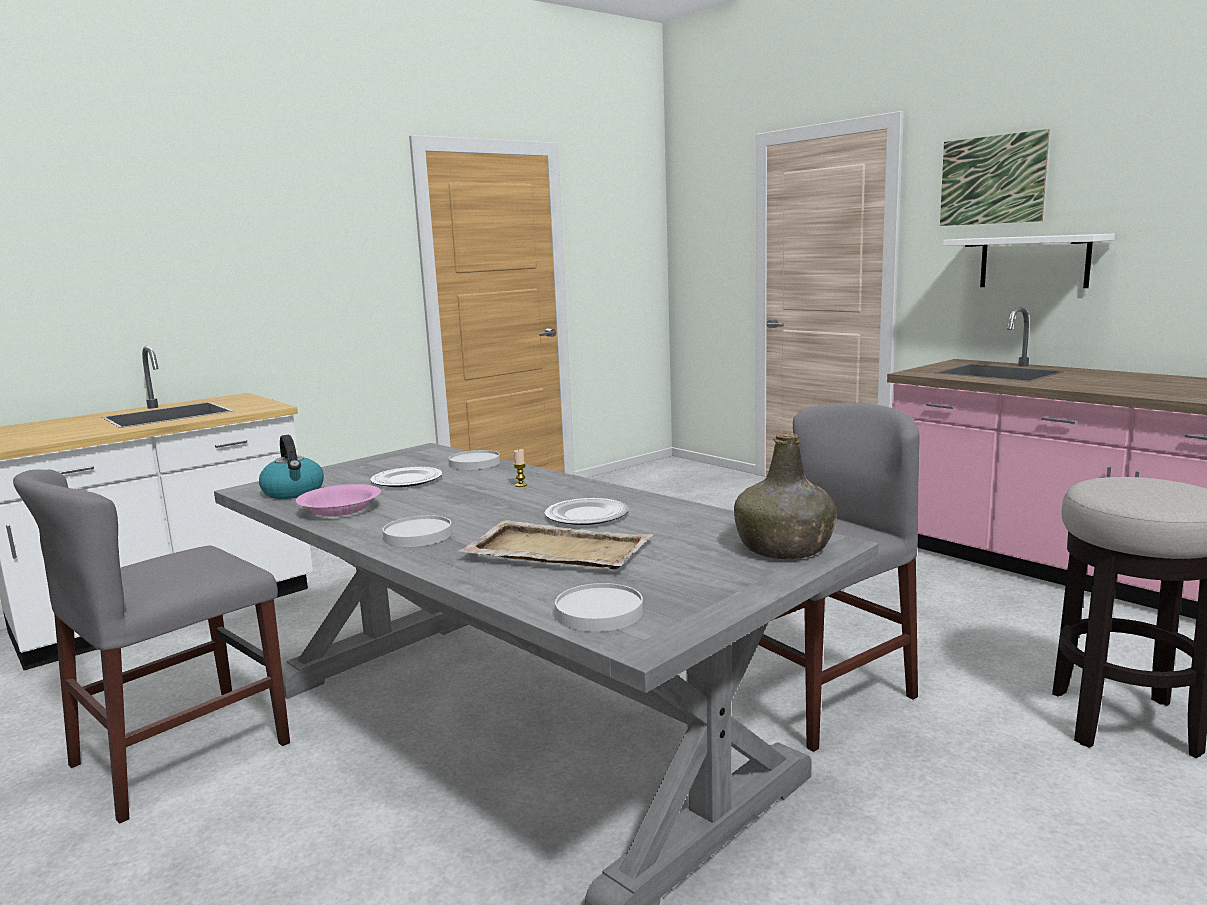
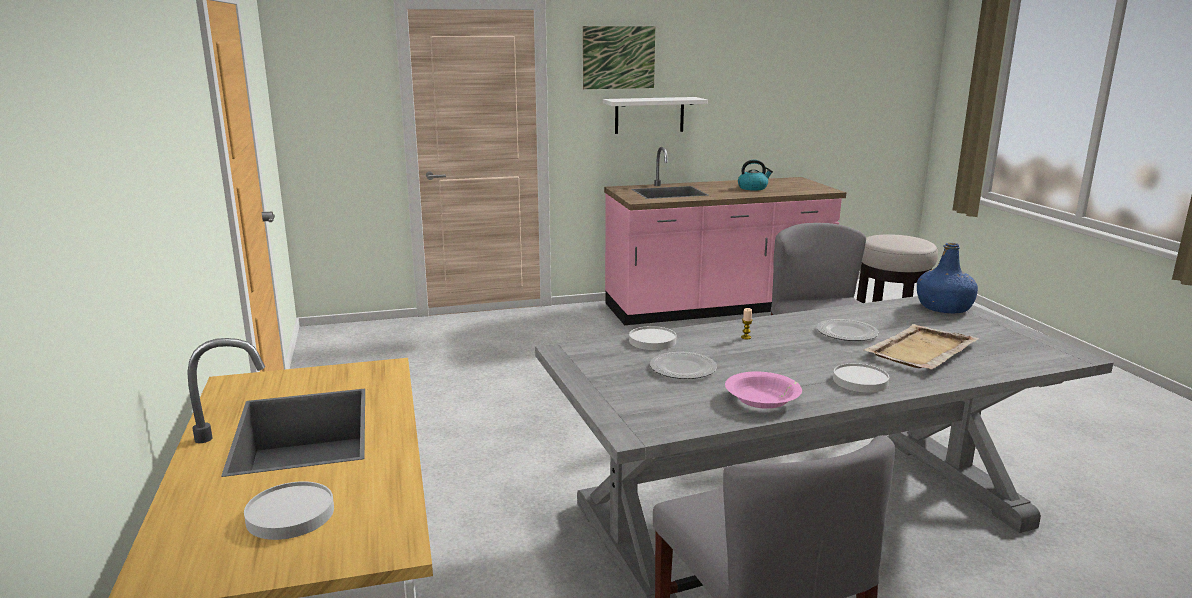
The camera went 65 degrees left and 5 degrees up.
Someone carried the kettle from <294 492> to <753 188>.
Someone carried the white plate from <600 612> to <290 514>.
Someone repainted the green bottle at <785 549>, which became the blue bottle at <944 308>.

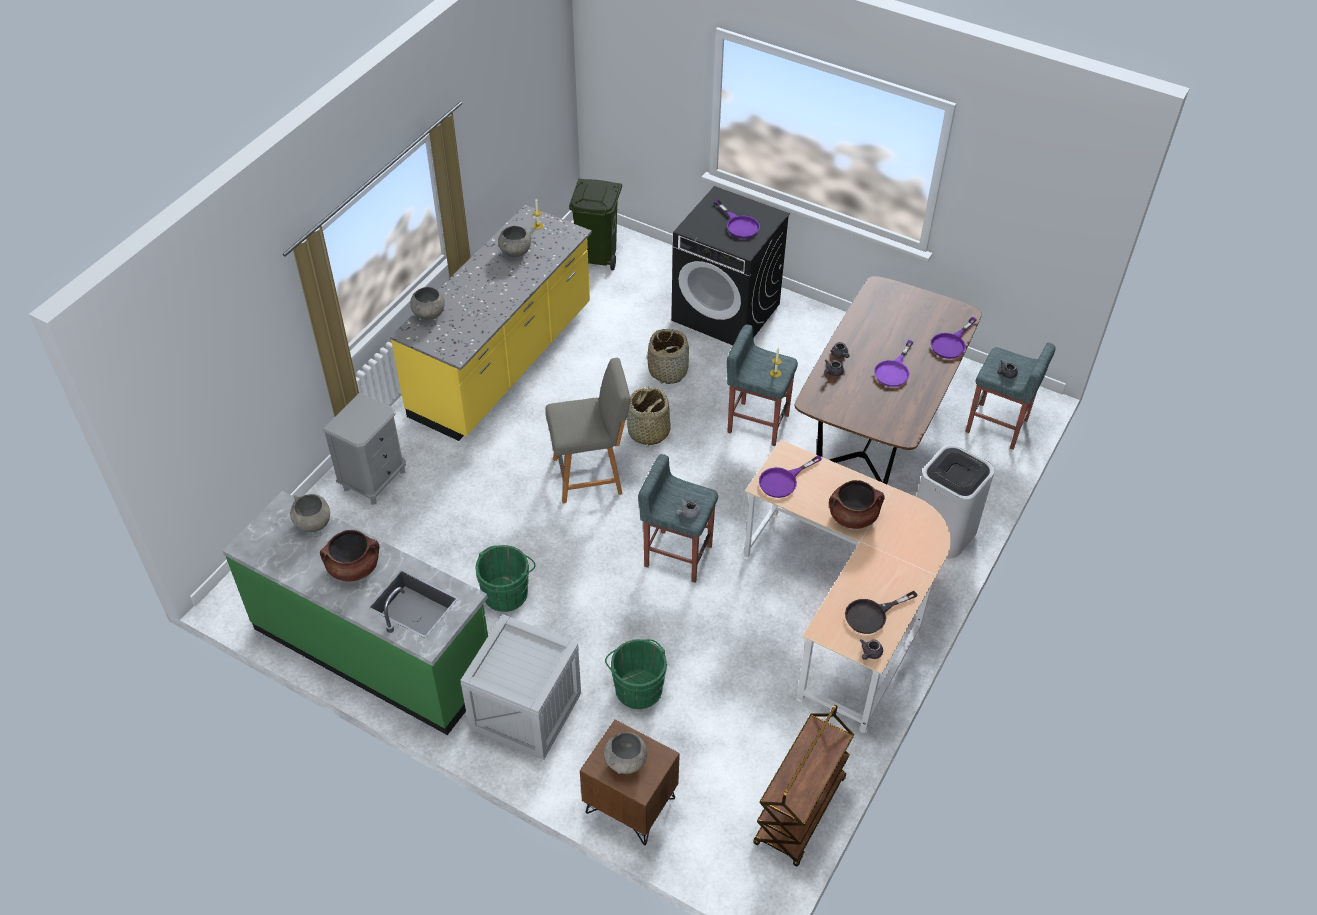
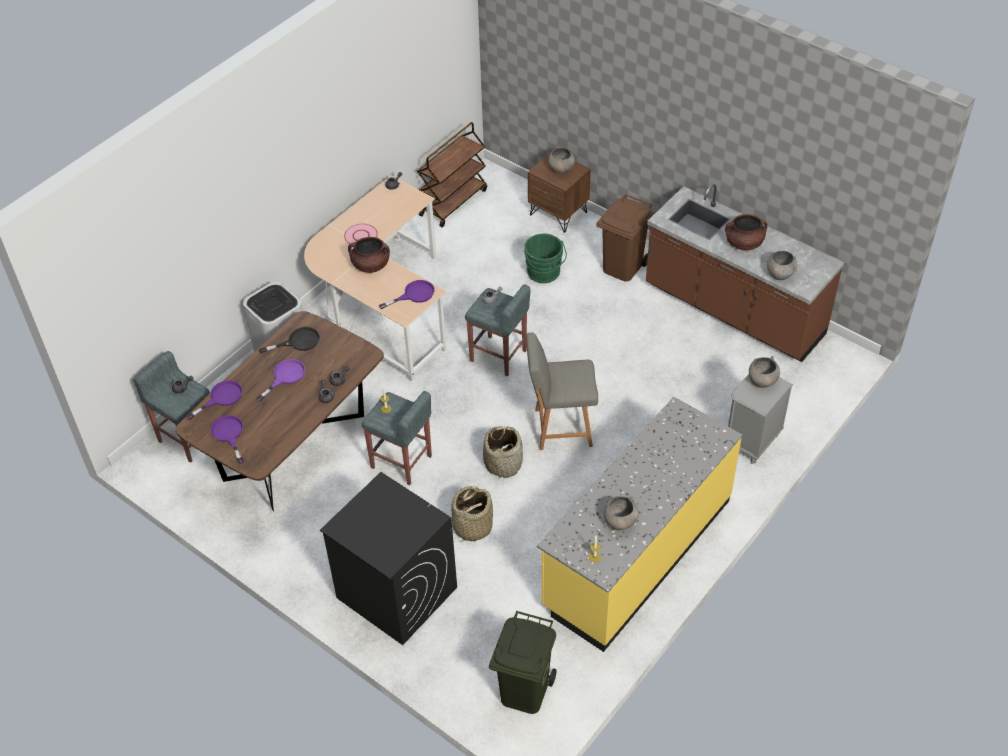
The camera went 170 degrees left and 0 degrees up.
Someone took away the green bucket at <507 592>.
Someone put down the pink plate at <360 236>.
Someone carried the grey bowl from <429 314> to <762 381>.
Someone carried the purple frying pan from <739 225> to <229 435>.
Someone carried the black frying pan from <872 615> to <298 342>.
Someone swapped the crate at <527 710> for the brown trash can at <622 266>.
Someone repainted the green counter at <374 650>, which became the brown counter at <733 312>.

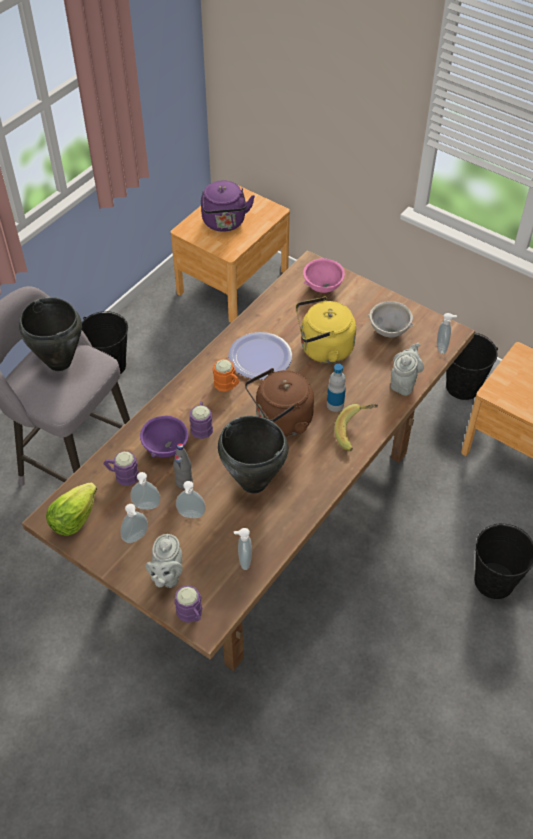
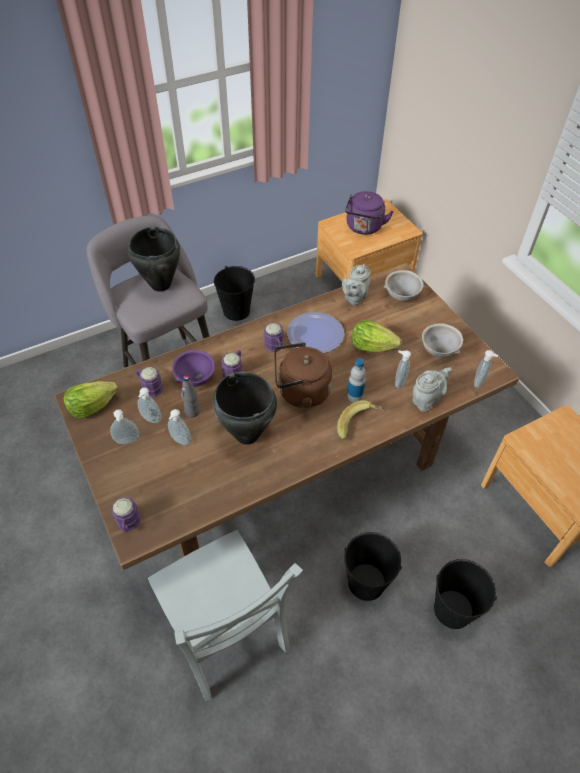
The camera went 25 degrees right and 0 degrees up.
Someone put down the grey chair at <227 635>.
Someone carried the grey teapot from <167 575> to <354 298>.
Someone carried the soap dispenser from <243 561> to <399 382>.
Someone carried the black bucket from <463 387> to <366 583>.
Someone swapped the yellow kettle at <323 349> for the lettuce at <372 346>.
Someone repainted the orange mug at <227 385>, which became the purple mug at <275 347>.
Someone repainted the pink bowl at <323 287>, which became the grey bowl at <402 296>.

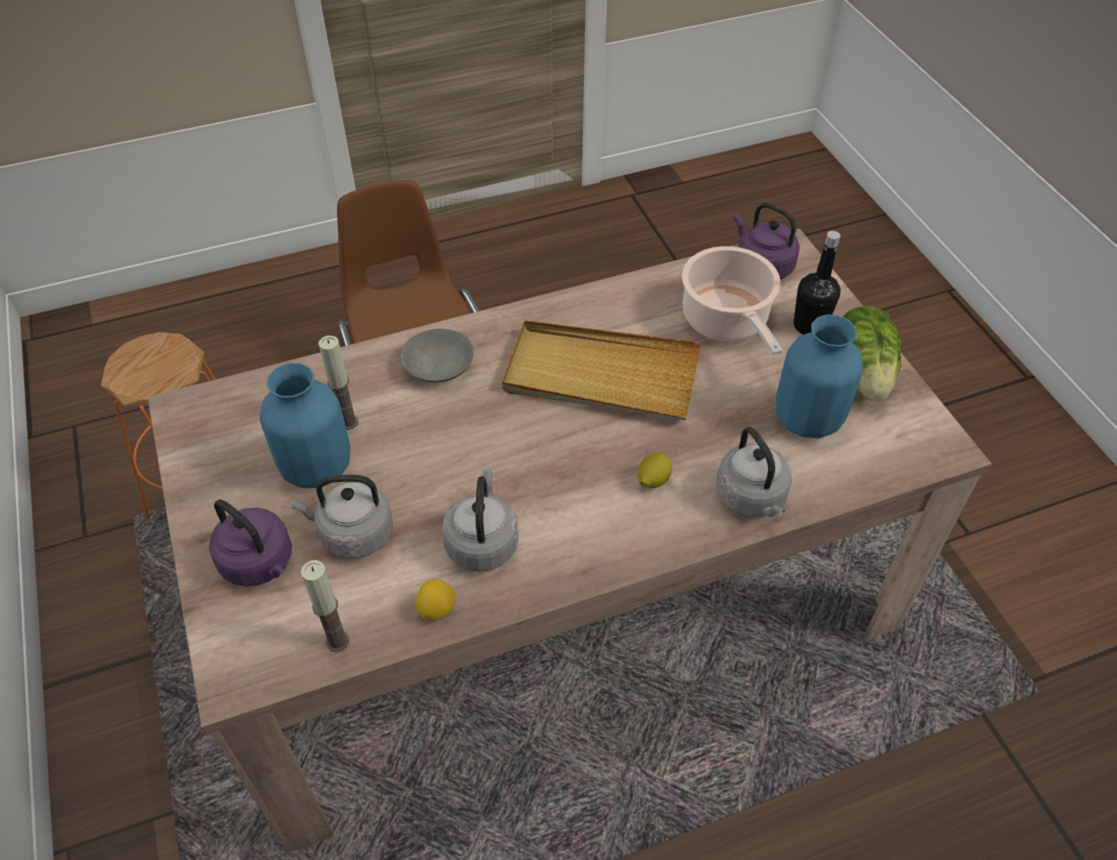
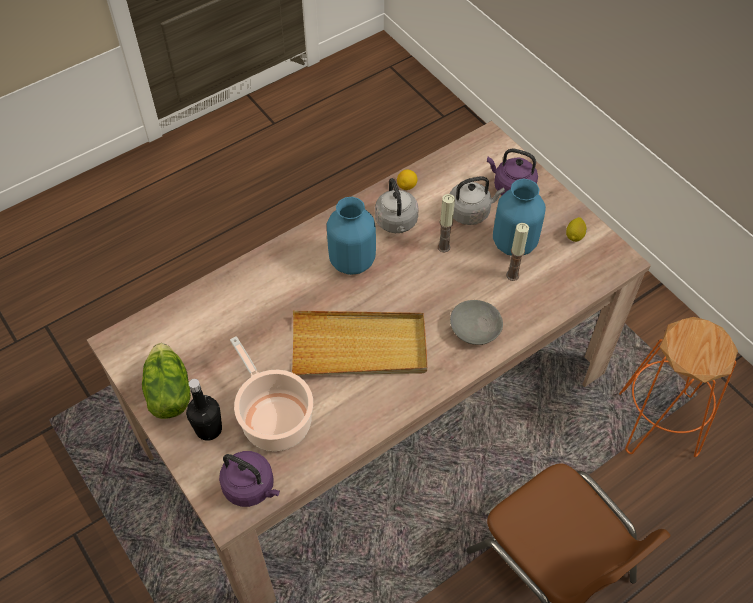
The camera went 165 degrees right and 5 degrees up.
Someone took away the grey kettle at <752 498>.
Someone carried the candle from <337 641> to <444 247>.
Someone carried the lemon from <652 480> to <574 236>.
Someone carried the blue vase from <809 419> to <351 261>.

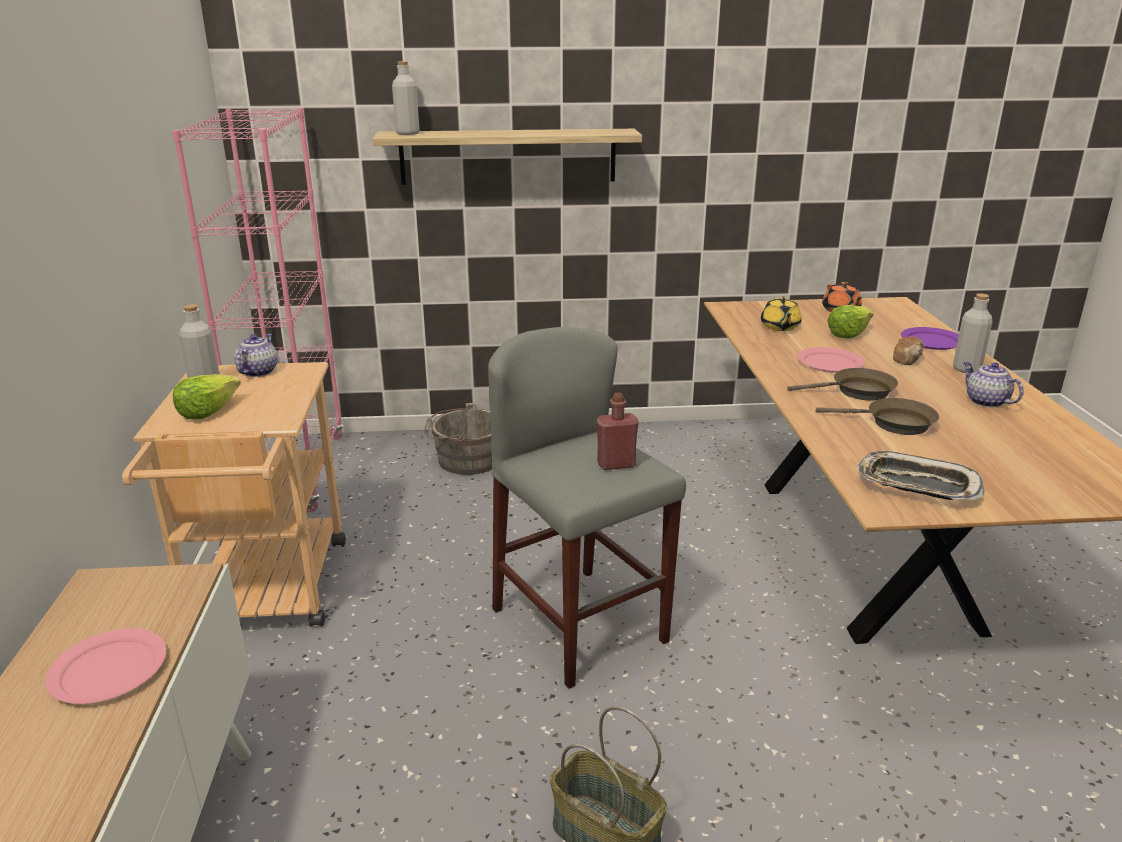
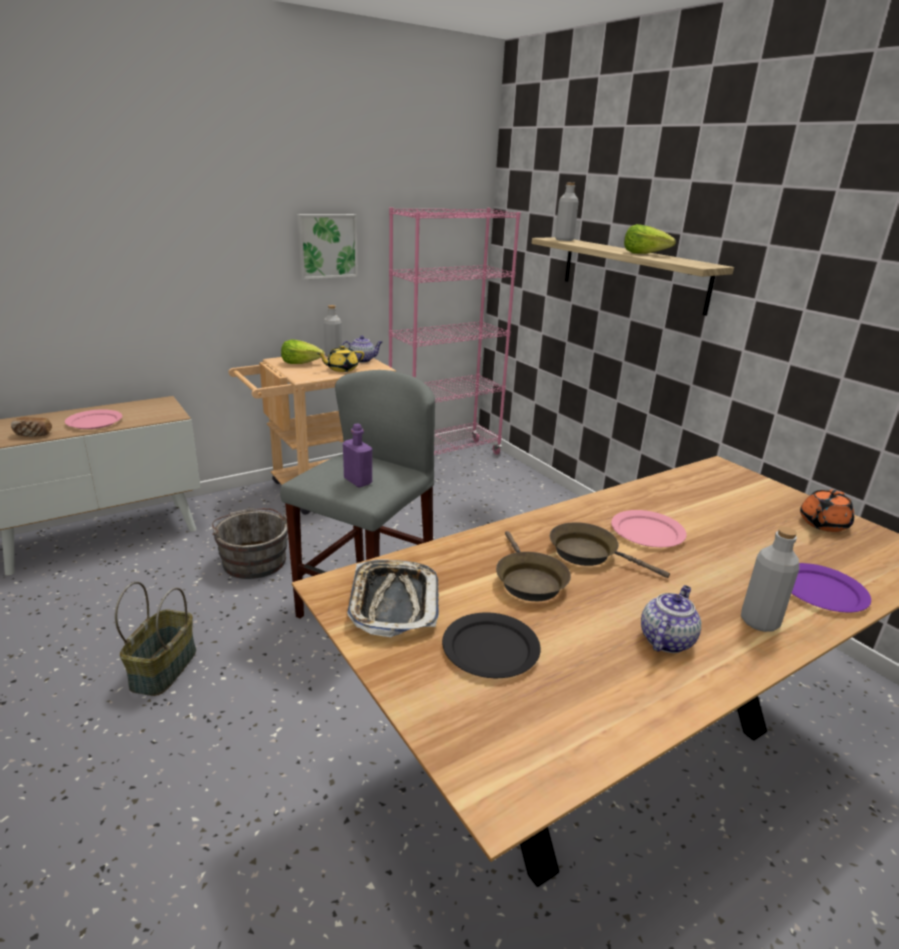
The camera went 60 degrees right and 0 degrees up.
Someone put up the picture at <327 246>.
Someone put down the black plate at <491 648>.
Someone carried the grey bucket from <465 460> to <253 559>.
Someone carried the yellow teapot from <780 327> to <341 369>.
Someone carried the lettuce from <848 334> to <644 254>.
Someone carried the bread from <907 360> to <33 434>.
Someone repainted the red bottle at <616 464>, which became the purple bottle at <358 481>.
Someone rotated the brown frying pan at <857 391> by 150 degrees clockwise.

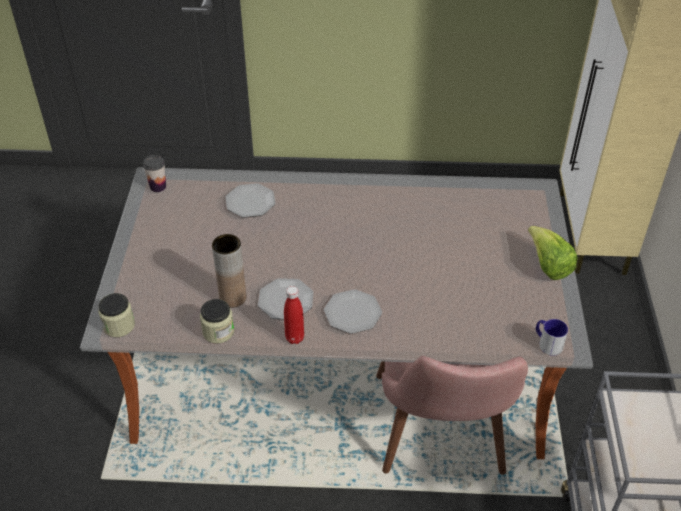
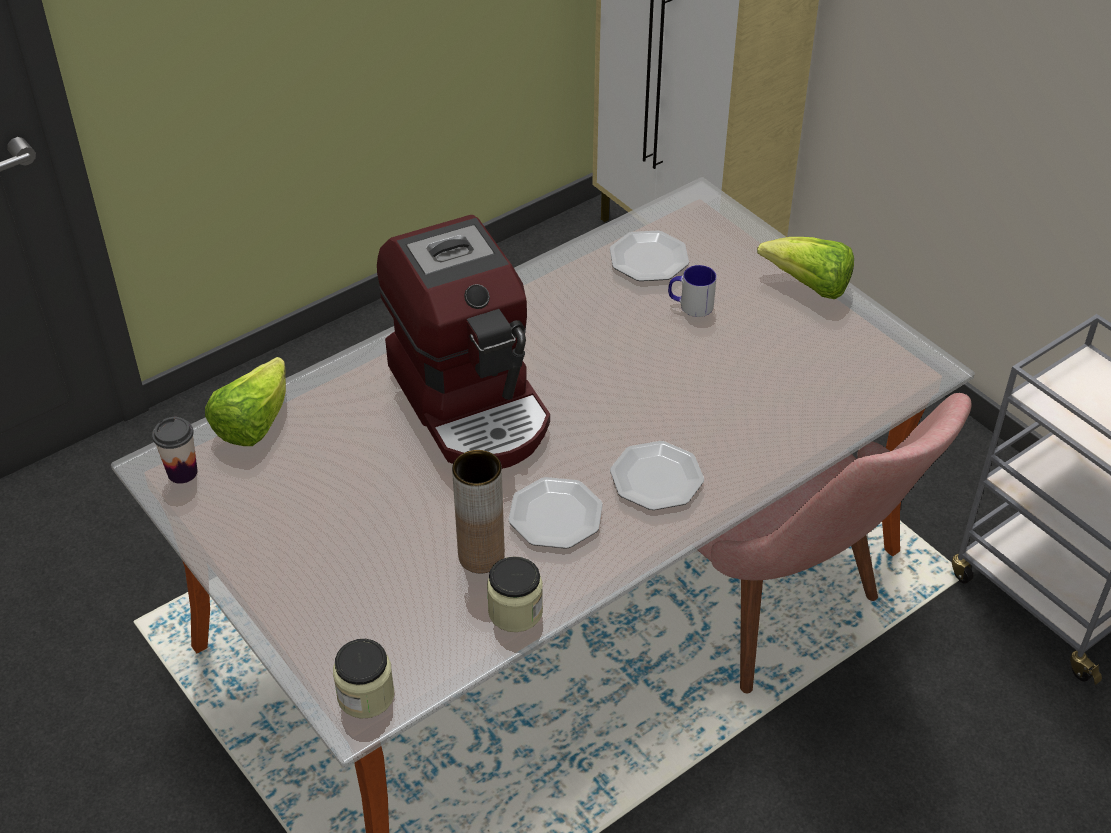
The camera went 40 degrees left and 0 degrees up.
Someone took away the red bottle at <294 338>.
Someone put down the lettuce at <253 423>.
Someone put down the coffee machine at <472 401>.
Someone carried the plate from <250 202> to <649 259>.
Someone carried the mug from <547 343> to <690 305>.

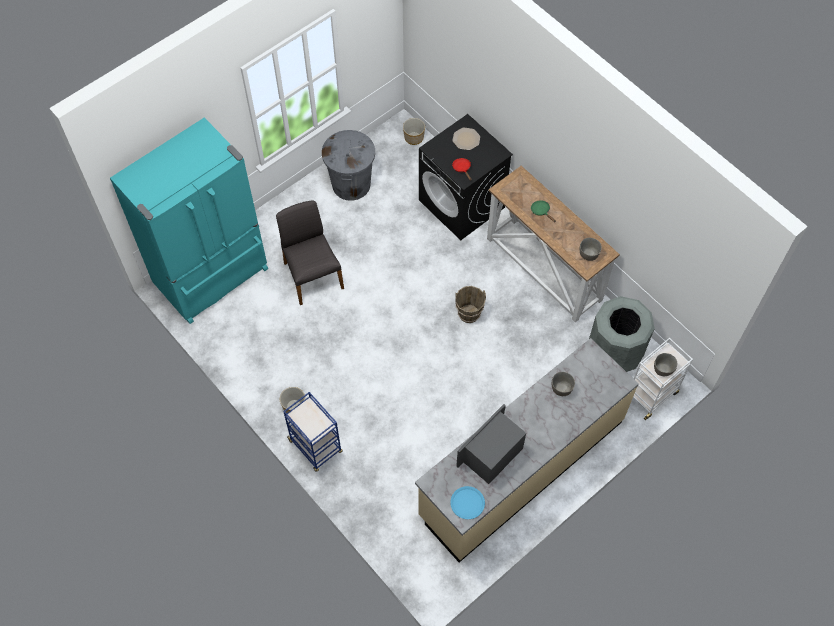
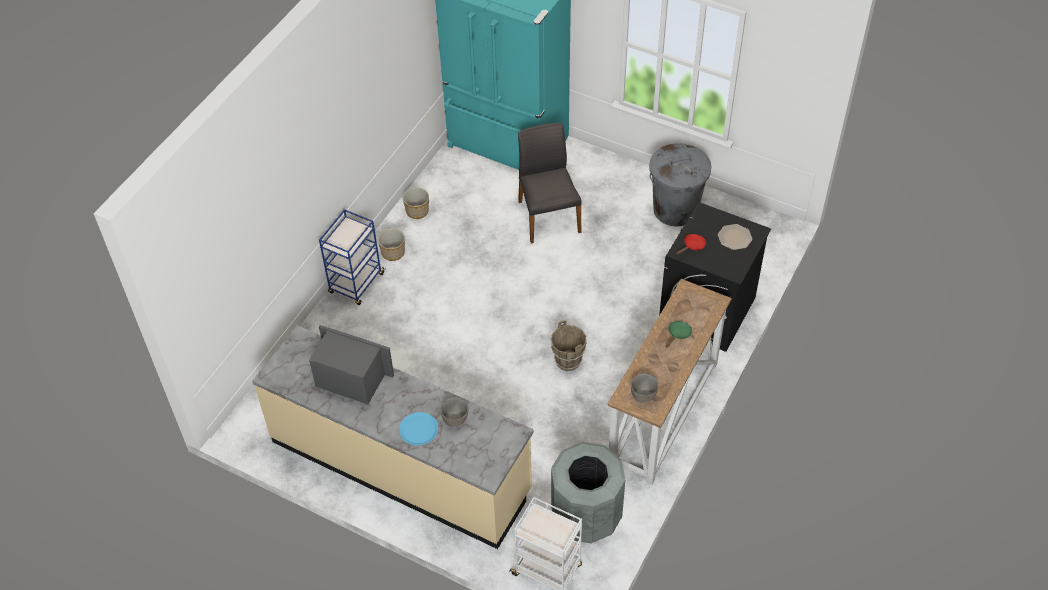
The camera went 70 degrees right and 10 degrees down.
Someone took away the grey bowl at <663 369>.
Someone carried the planter from <413 137> to <417 211>.
Someone carried the blue plate from <467 503> to <418 429>.
Someone rotated the grey chair at <312 275> by 60 degrees counterclockwise.

